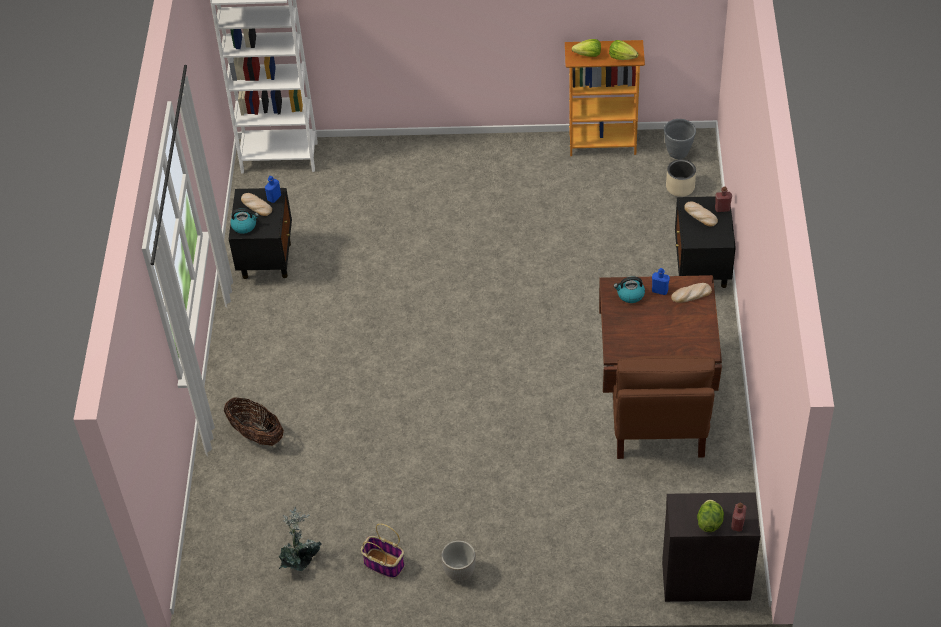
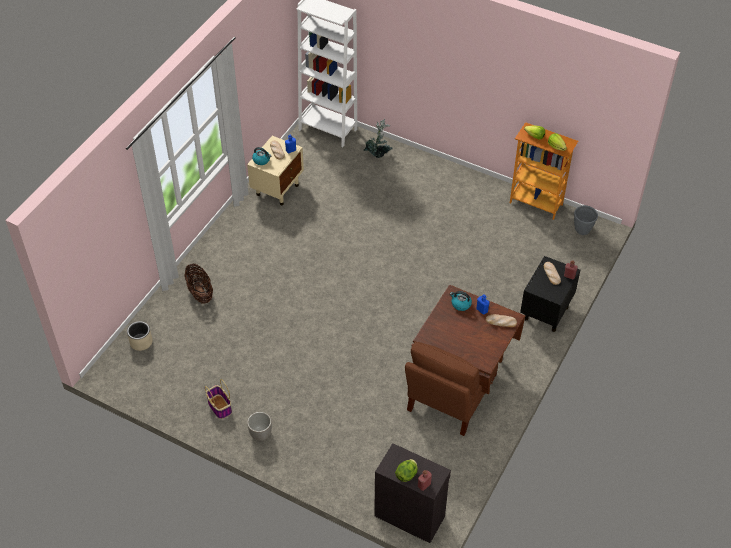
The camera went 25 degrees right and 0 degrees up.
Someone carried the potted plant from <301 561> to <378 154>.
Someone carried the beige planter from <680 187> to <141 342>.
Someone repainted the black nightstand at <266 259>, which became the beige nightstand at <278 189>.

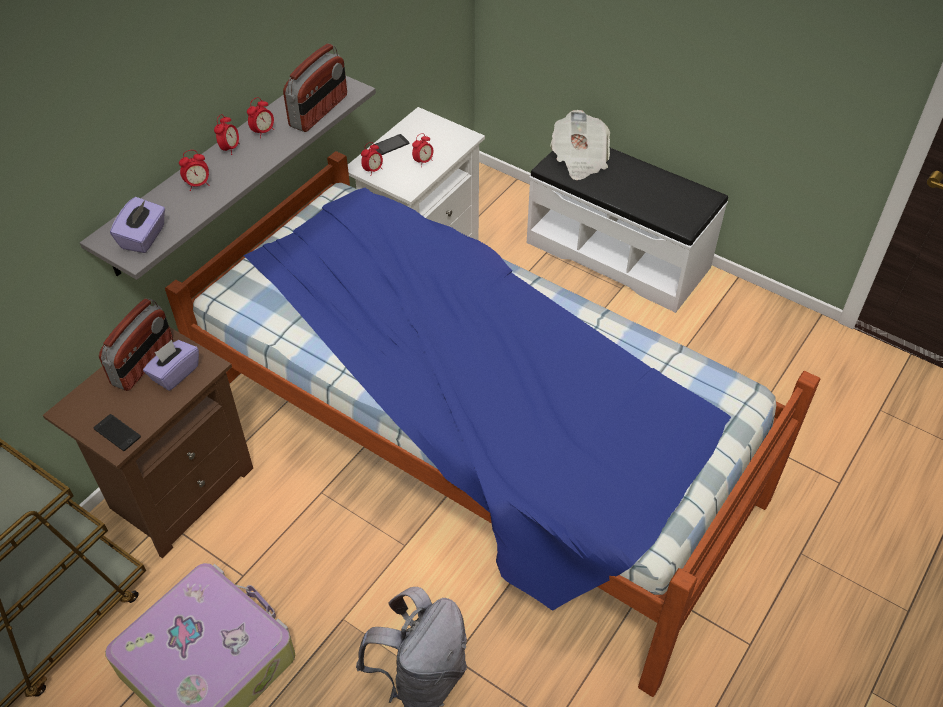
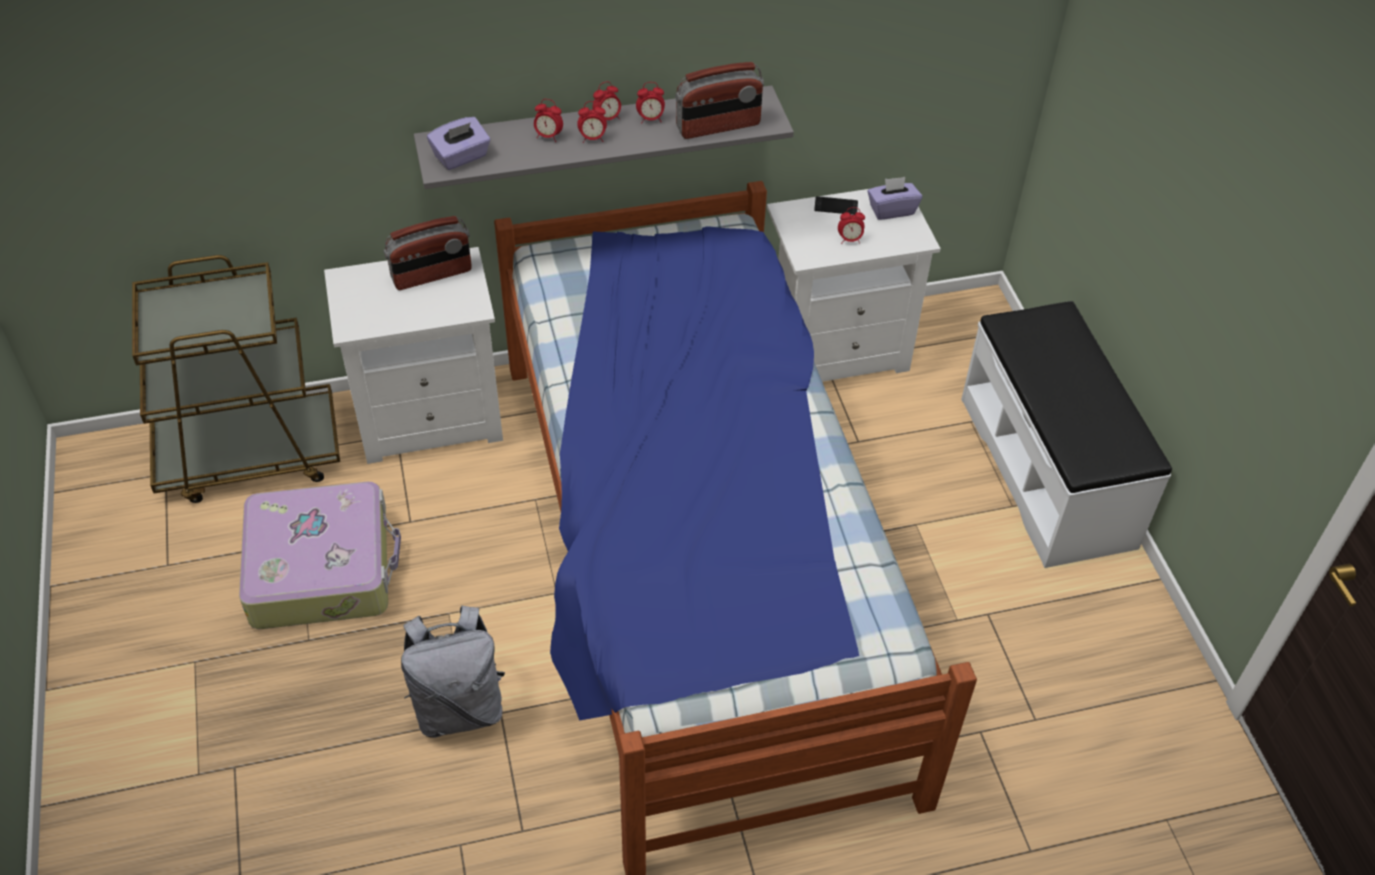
The camera went 40 degrees right and 0 degrees up.
Someone took away the phone at <117 433>.
Someone took away the newspaper at <579 159>.
Someone carried the purple tissue box from <175 373> to <891 210>.
Someone carried the alarm clock from <373 170> to <592 138>.
Someone repainted the brown nightstand at <179 489>, which became the white nightstand at <431 418>.

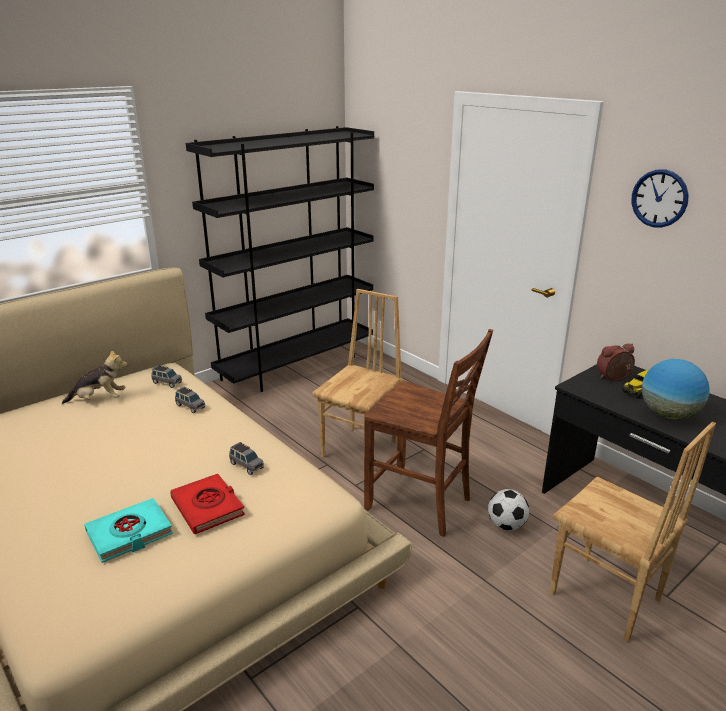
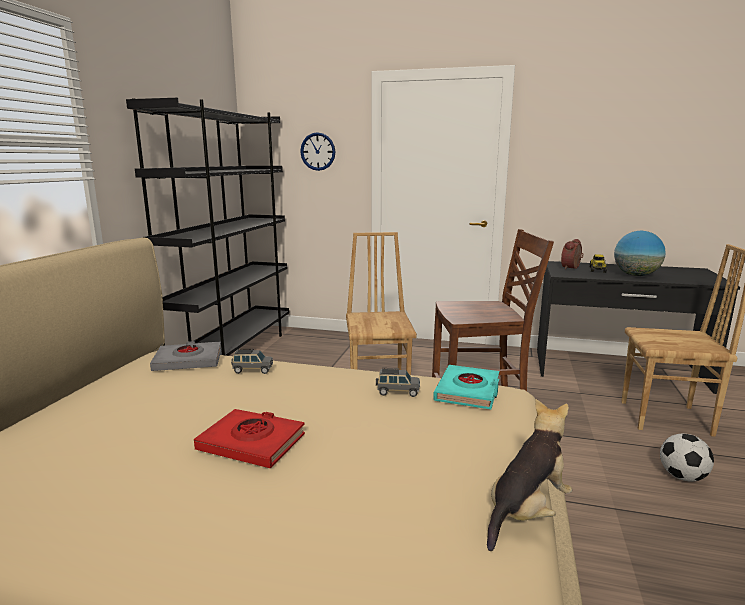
The camera went 35 degrees left and 10 degrees down.
Someone carried the plush toy from <99 400> to <526 511>.
Someone carried the turquoise book from <129 534> to <468 391>.
Someone carried the red book from <208 507> to <252 443>.
Someone carried the football from <506 525> to <682 477>.
Someone carried the wall clock from <659 198> to <318 151>.
Someone swapped the grey toy car at <167 383> for the grey book at <188 361>.

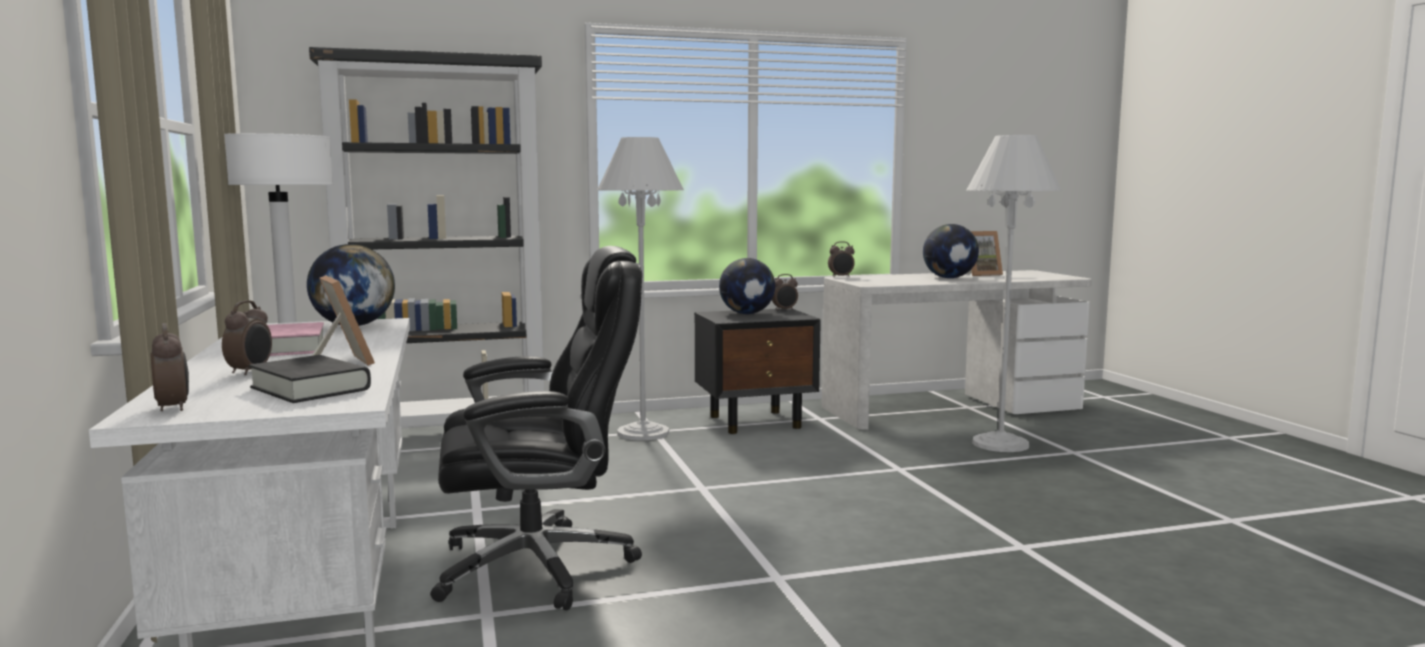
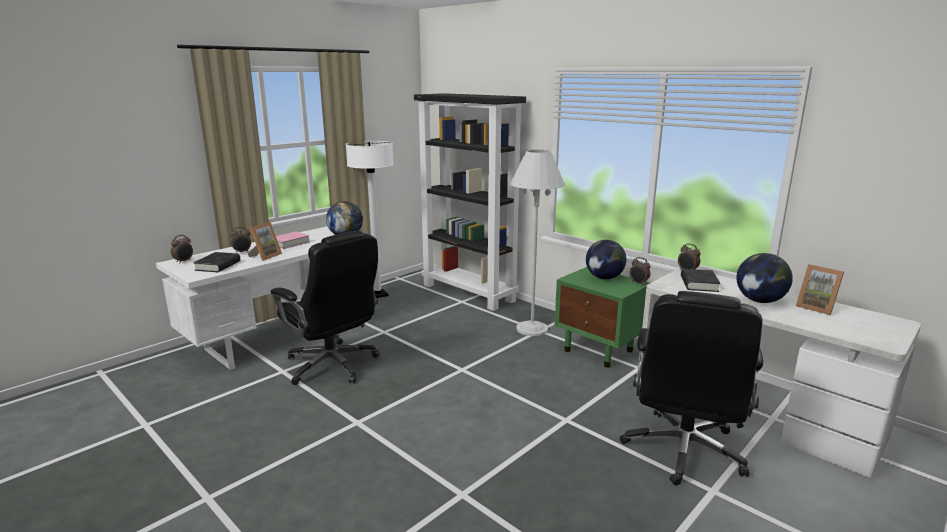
The camera went 60 degrees right and 10 degrees up.
Someone put down the black book at <699 284>.
Someone swapped the white floor lamp at <1000 444> for the black office chair at <683 450>.
Someone repainted the black nightstand at <756 422>, which became the green nightstand at <599 351>.

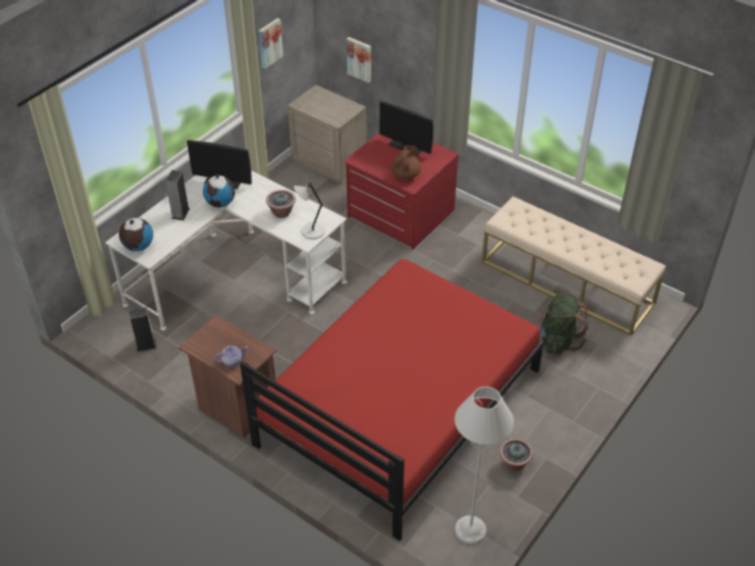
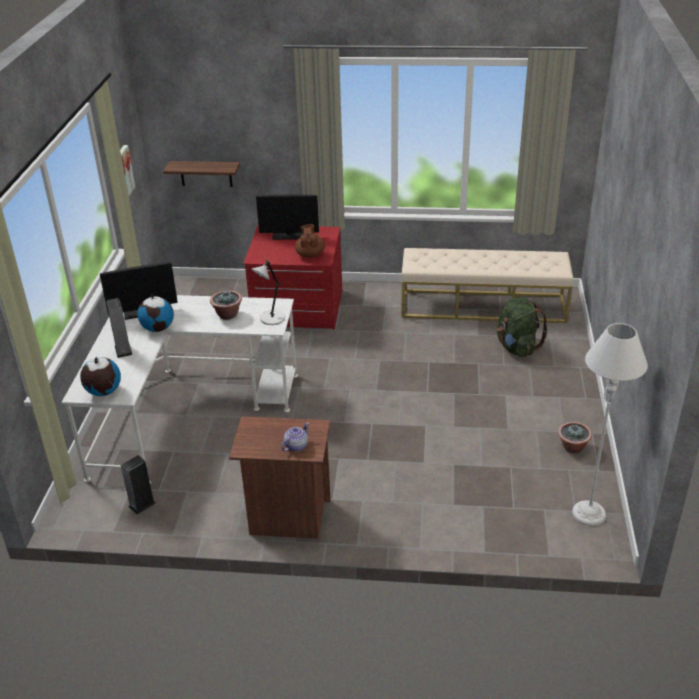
The camera went 30 degrees left and 10 degrees down.
Someone took away the red bed at <399 406>.
Someone took away the beige nightstand at <330 161>.
Someone swapped the picture at <360 59> for the shelf at <206 173>.

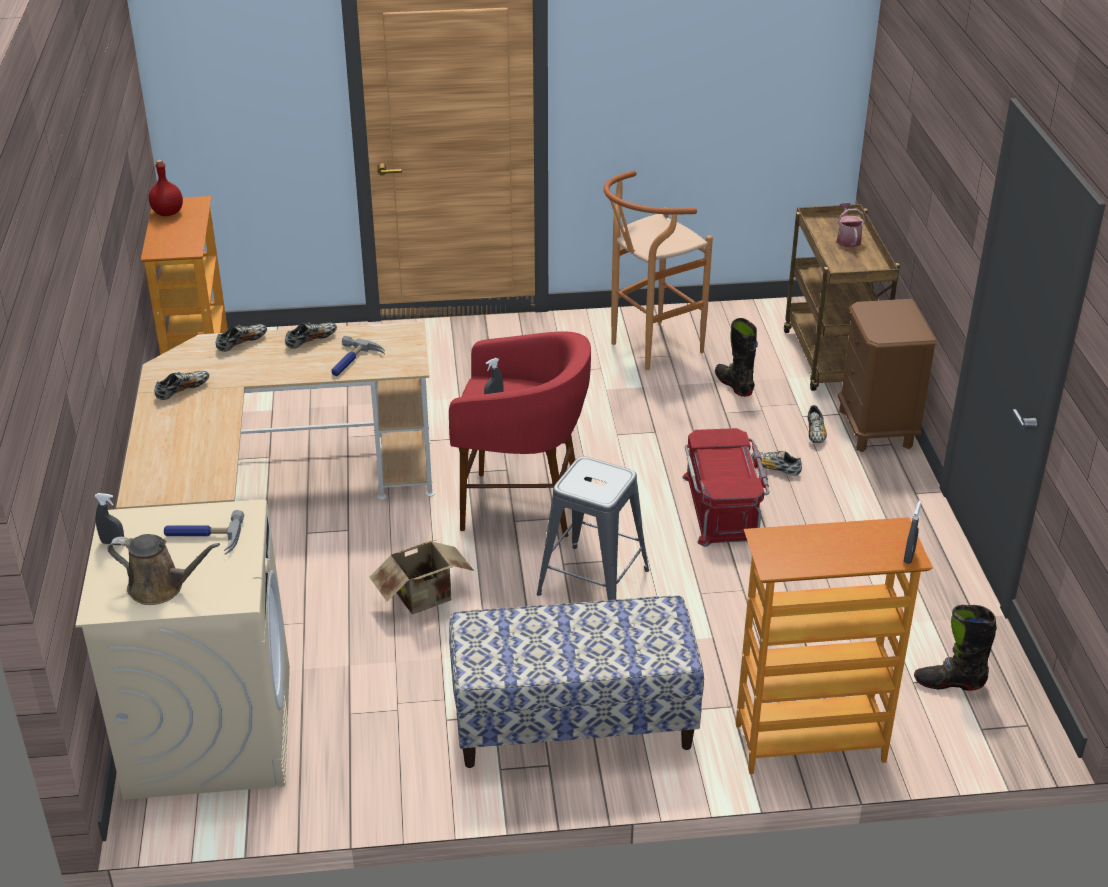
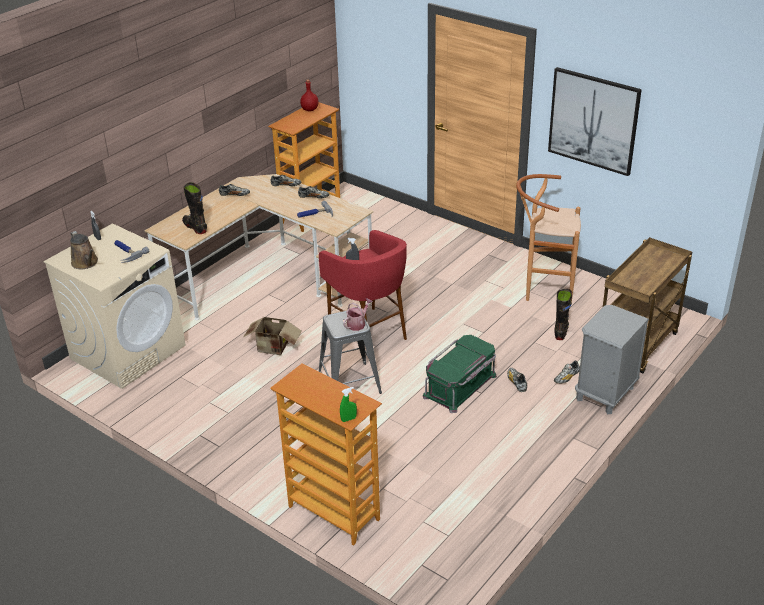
The camera went 45 degrees right and 0 degrees up.
Someone took away the bench at <573 723>.
Someone put up the picture at <593 120>.
Someone carried the watering can from <847 239> to <358 323>.
Someone carried the black boot from <949 682> to <195 227>.
Someone repainted the red storage box at <723 507>, which became the green storage box at <460 386>.
Someone repainted the brown nightstand at <876 428>, which became the grey nightstand at <605 394>.
Someone repainted the grey spray bottle at <909 557>, which became the green spray bottle at <348 419>.

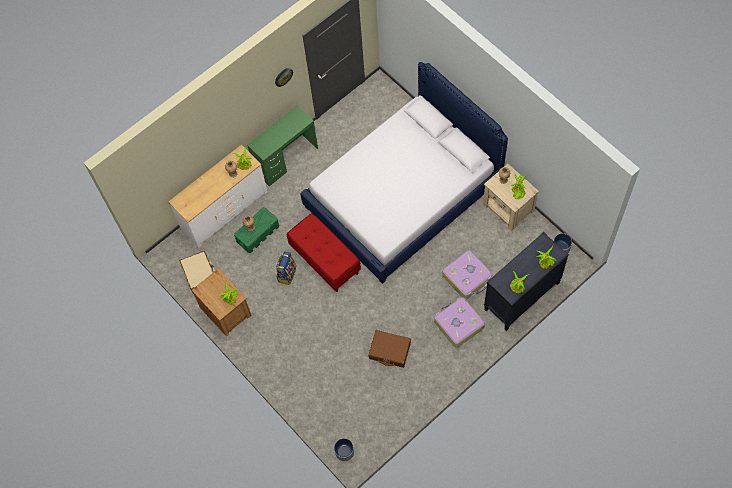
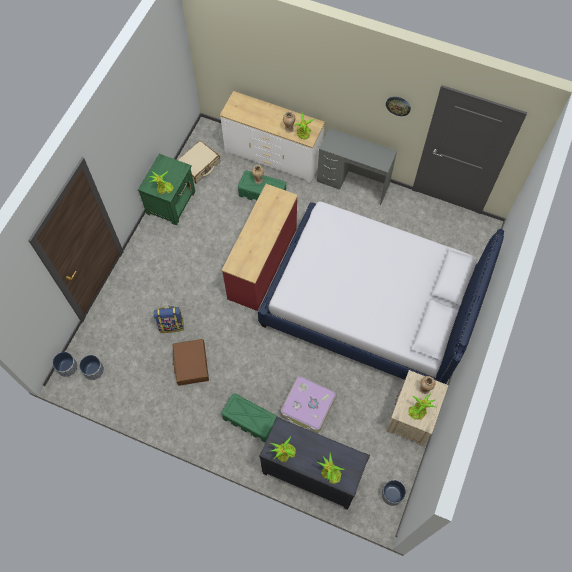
The camera went 60 degrees right and 0 degrees up.
Someone put down the planter at <93 370>.
Someone carried the backpack from <286 274> to <171 324>.
Someone swapped the red bench at <325 260> for the red dresser at <263 263>.
Someone swapped the suitcase at <458 324> for the green storage box at <249 420>.
Someone repainted the brown nightstand at <225 310>, which became the green nightstand at <171 202>.
Someone repainted the green desk at <286 159>, which became the grey desk at <353 183>.

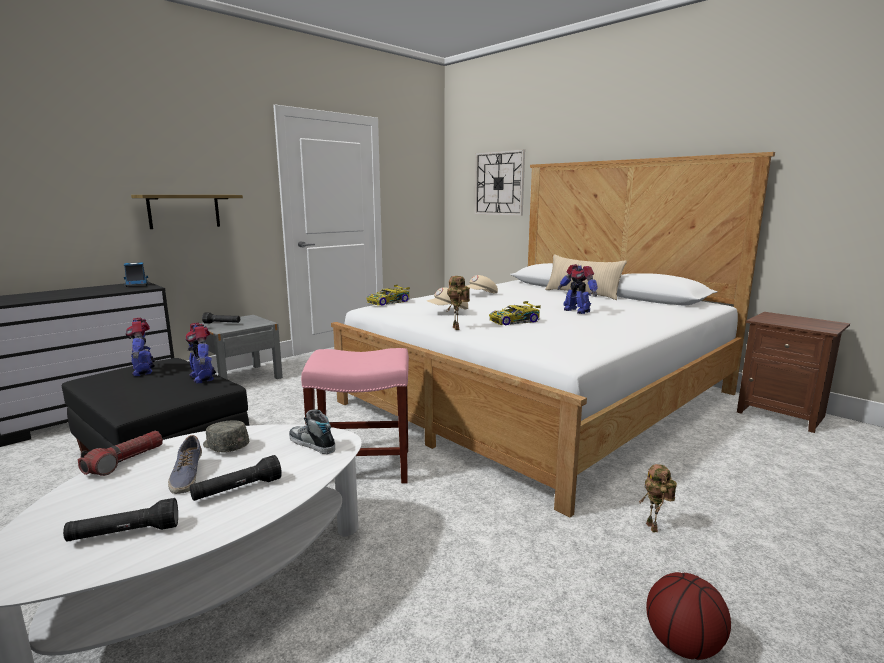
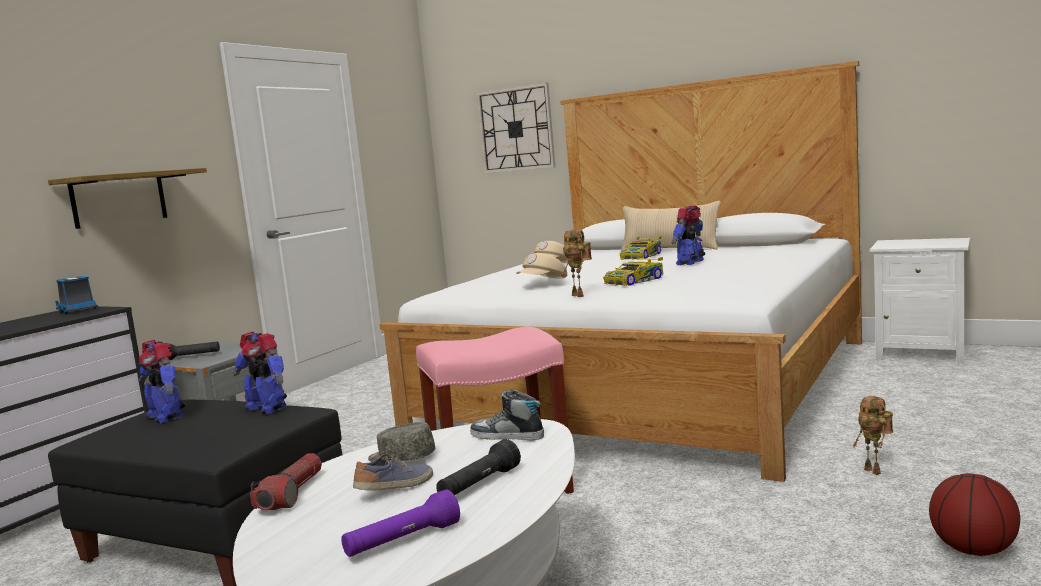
The camera went 15 degrees left and 5 degrees down.
Someone carried the toy car from <389 302> to <642 256>.
Someone repainted the black flashlight at <125 534>, which became the purple flashlight at <403 541>.
Someone repainted the brown nightstand at <781 414>, which became the white nightstand at <921 352>.
Someone rotated the shoe at <186 476> by 105 degrees counterclockwise.
Someone rotated the toy robot at <576 311> by 90 degrees clockwise.

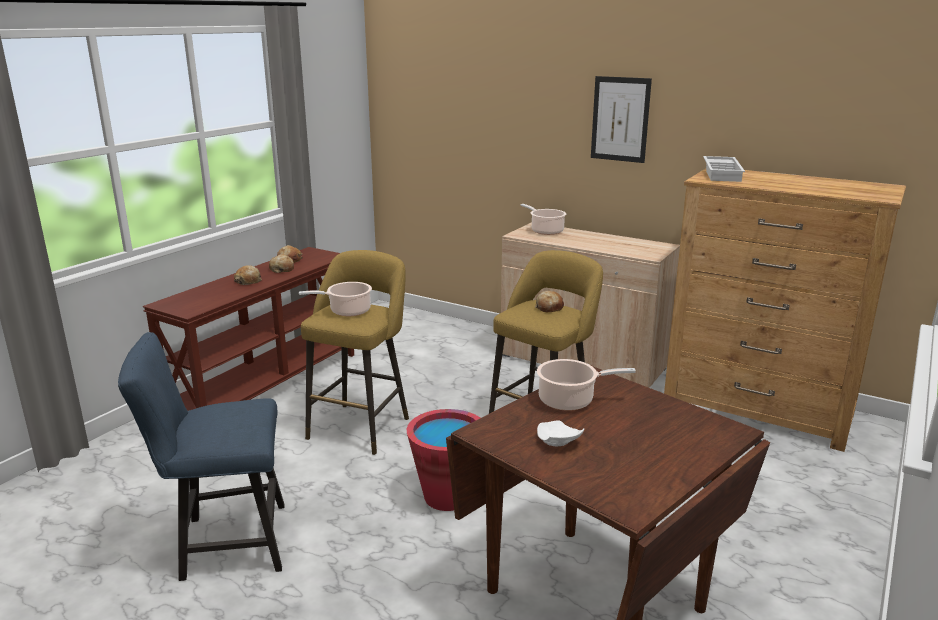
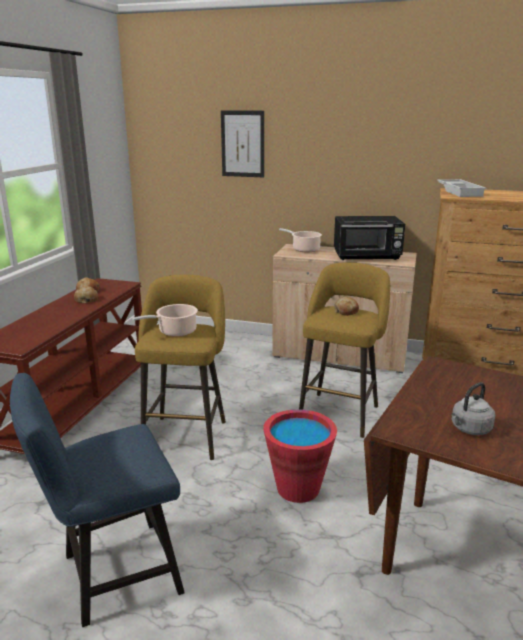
The camera went 15 degrees left and 0 degrees up.
Someone took away the bread at <248 281>.
Someone took away the cooking pot at <570 400>.
Someone put down the black microwave at <367 256>.
Someone carried the picture from <620 119> to <242 144>.
Someone swapped the white plate at <557 442> for the grey kettle at <469 429>.

